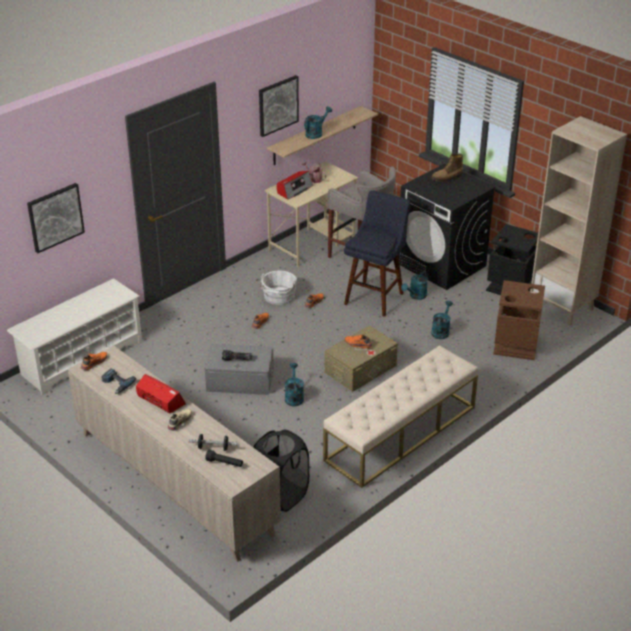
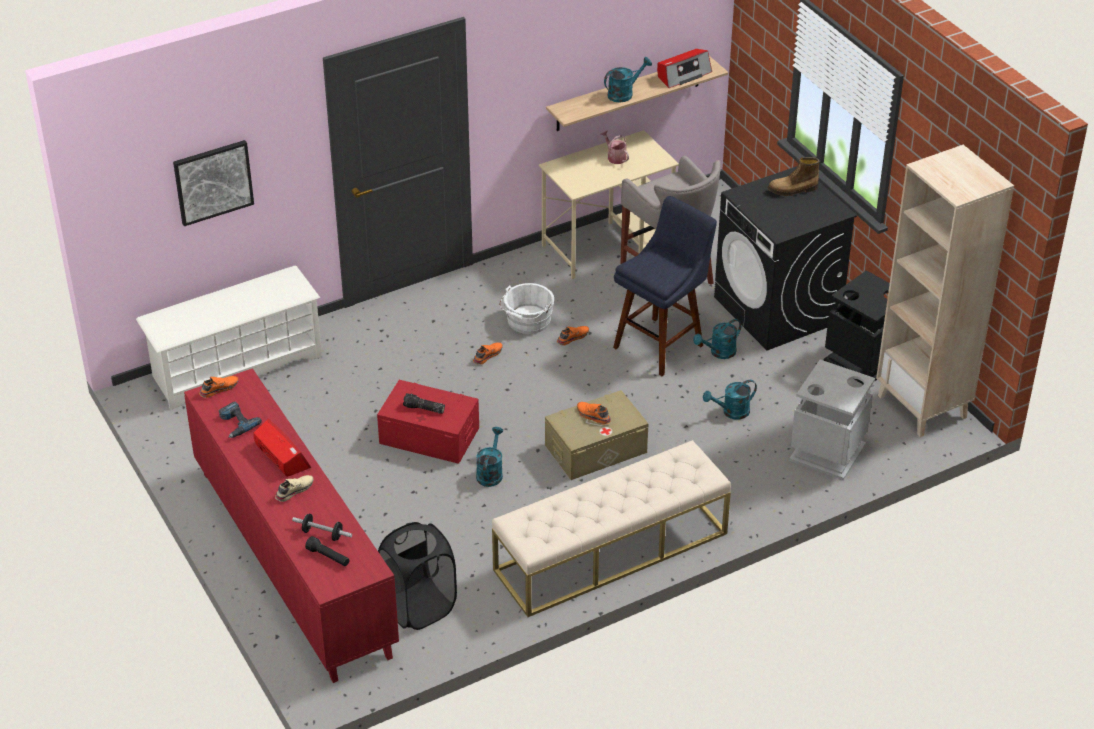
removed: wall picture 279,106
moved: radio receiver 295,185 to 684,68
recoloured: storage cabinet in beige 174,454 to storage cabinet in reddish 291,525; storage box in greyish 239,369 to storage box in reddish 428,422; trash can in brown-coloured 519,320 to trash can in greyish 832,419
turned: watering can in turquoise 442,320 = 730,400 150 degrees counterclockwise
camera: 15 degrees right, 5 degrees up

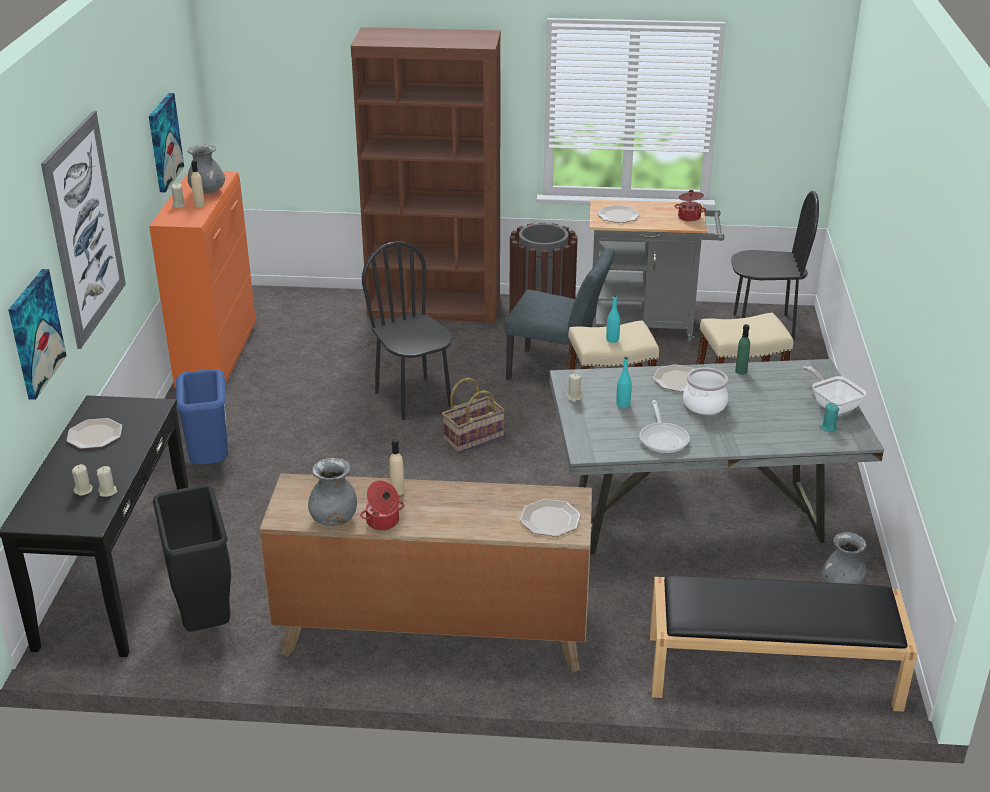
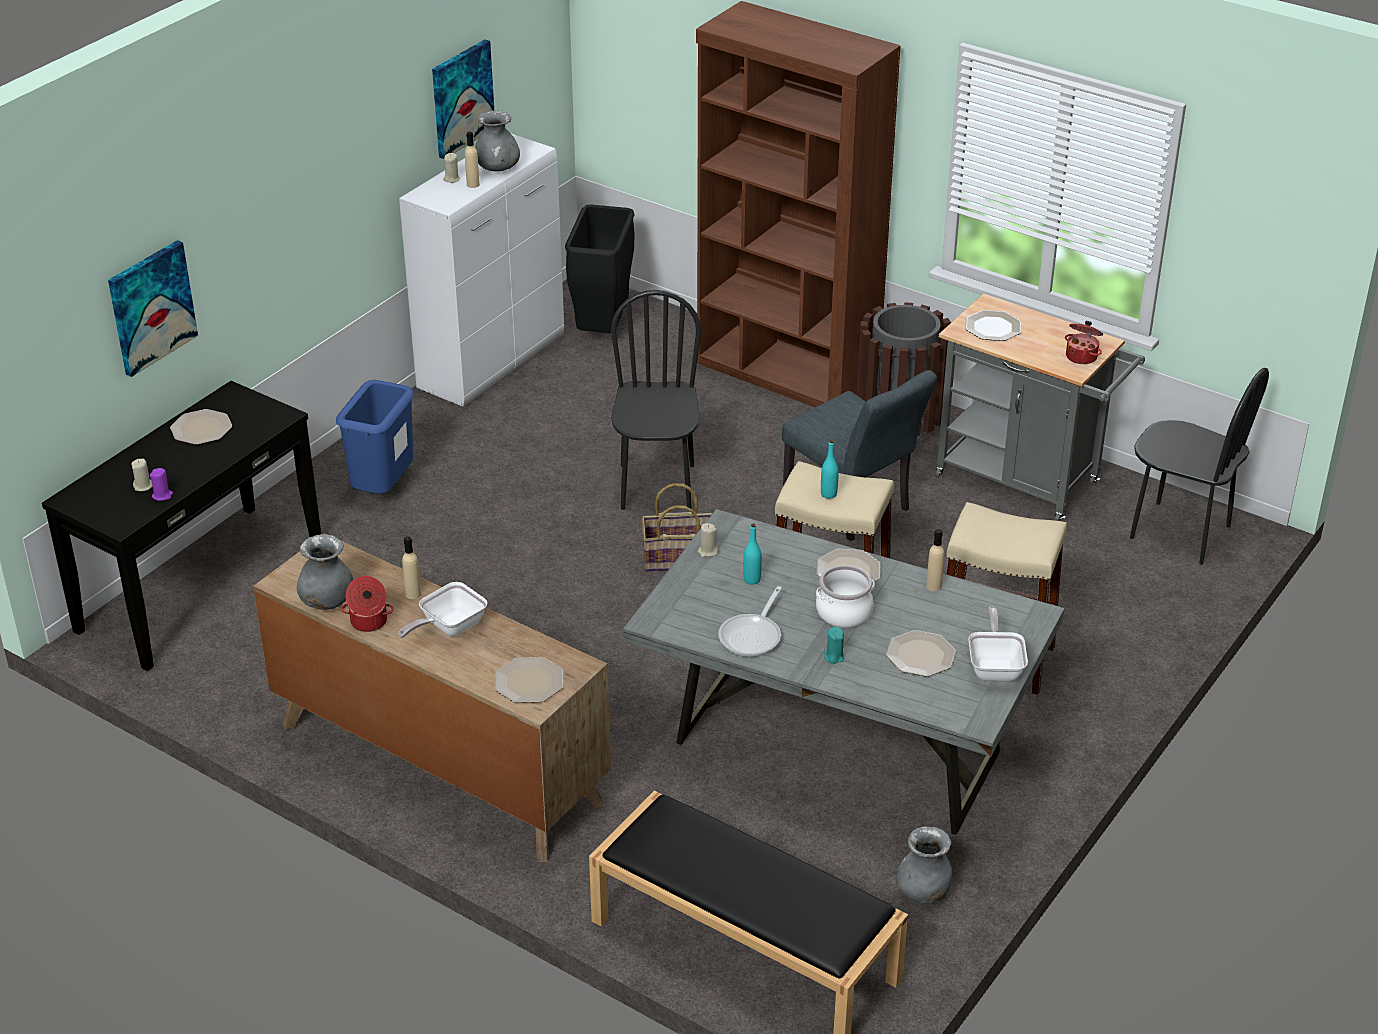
removed: wall picture 83,230
added: frying pan 443,610; dinner plate 921,653
moved: trash can in black-coloured 192,558 to 600,268; wax candle in turquoise 829,417 to 834,645
recoloured: wax candle in beige 107,481 to wax candle in purple 161,484; storage cabinet in orange-coloured 202,279 to storage cabinet in white 481,270; bottle in green 742,349 to bottle in beige 935,560
camera: 30 degrees right, 5 degrees up

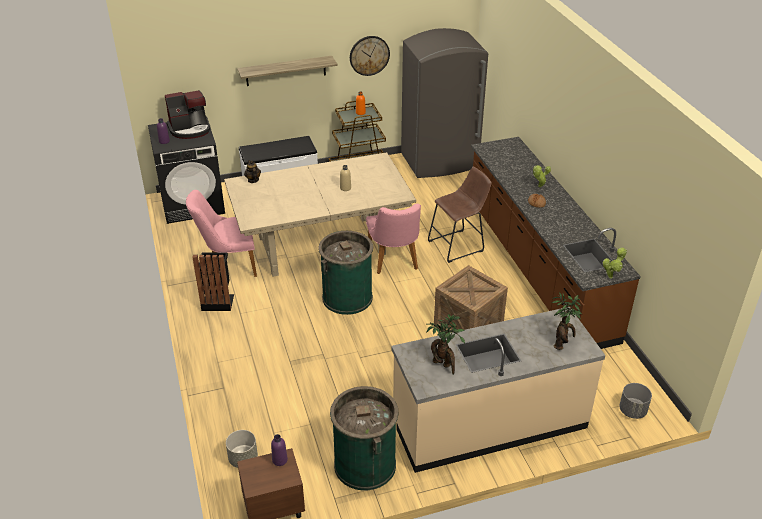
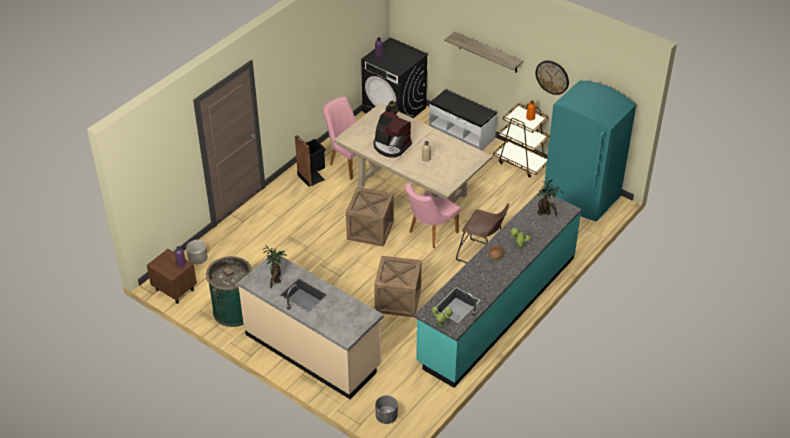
moved: coffee machine 187,114 to 392,134; plant in a pot 567,321 to 550,198
replaced: trash can in green 345,273 to crate 370,217
recoloured: counter in brown-coloured 556,243 to counter in turquoise 498,289; refrigerator in greyish 444,103 to refrigerator in turquoise 590,151
camera: 55 degrees right, 5 degrees up

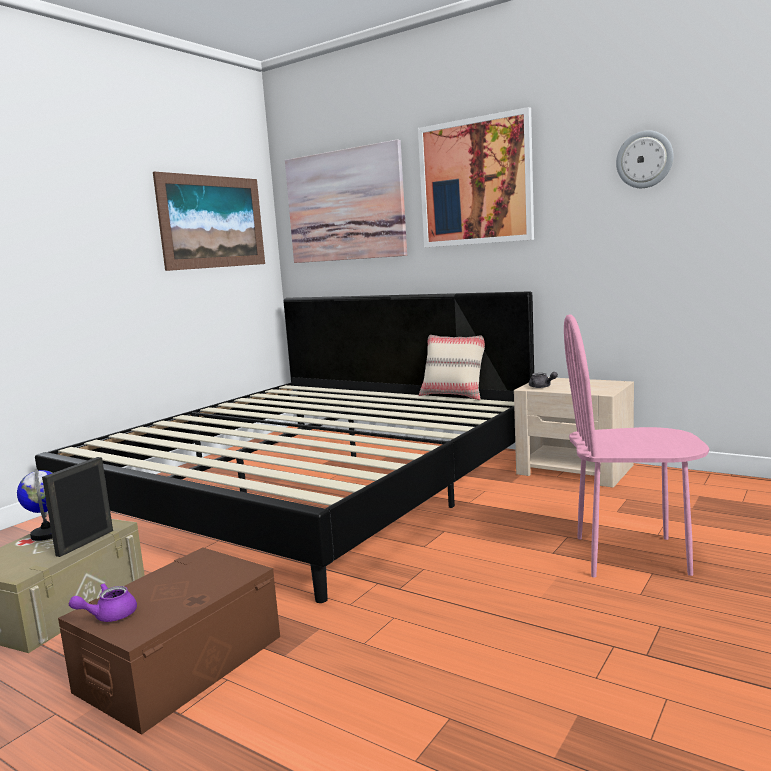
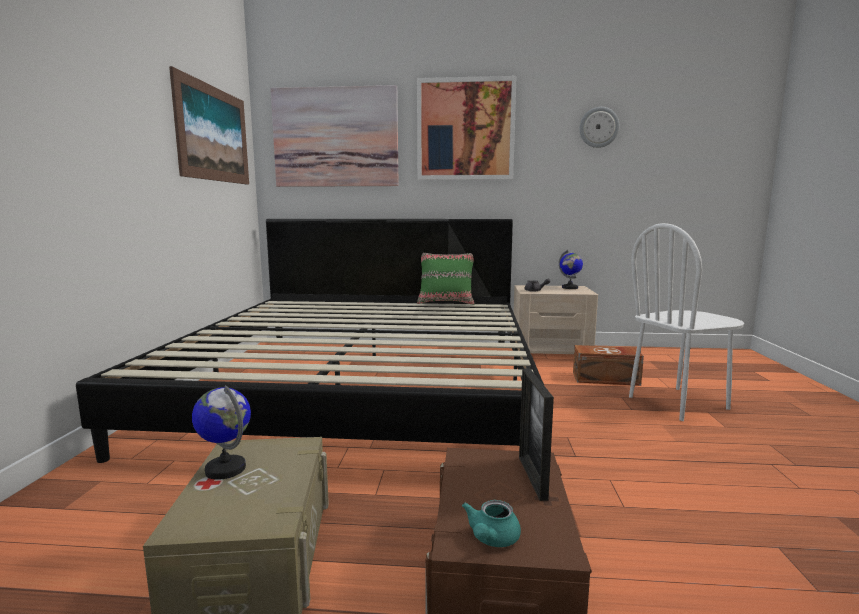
added: desk globe 571,269; storage box in brown-coloured 608,365
moved: photo frame 77,507 to 536,435
recoloured: cushion in beige 452,367 to cushion in green 446,279; pot for tea in purple 103,602 to pot for tea in turquoise 491,523; upright chair in pink 637,446 to upright chair in white 686,322
camera: 30 degrees left, 0 degrees up

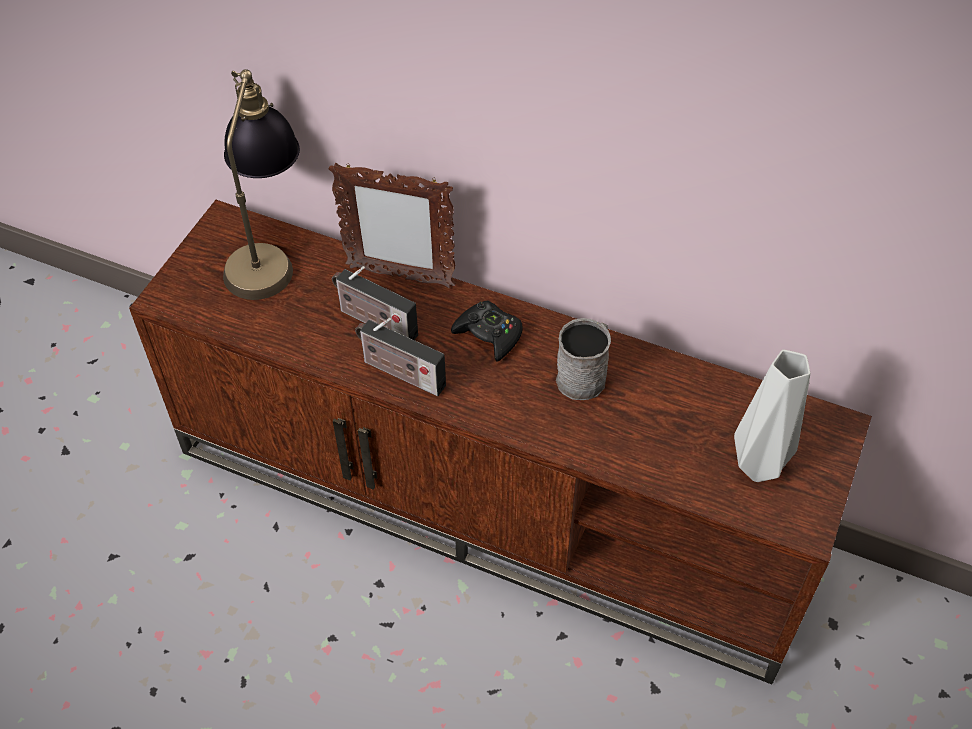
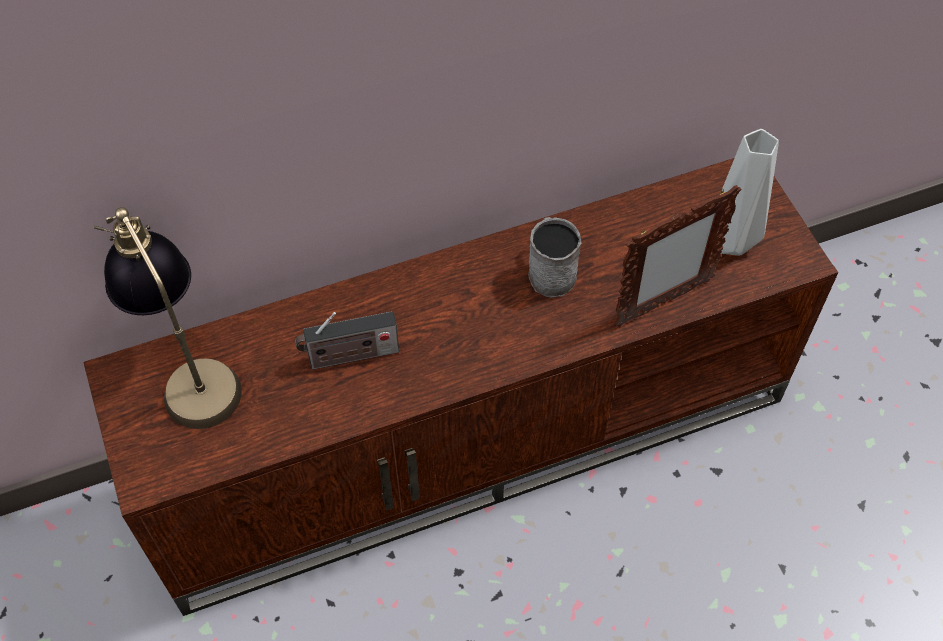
removed: radio receiver 400,357; joypad in black-coloured 486,331
moved: photo frame 392,225 to 677,256
camera: 45 degrees left, 5 degrees up

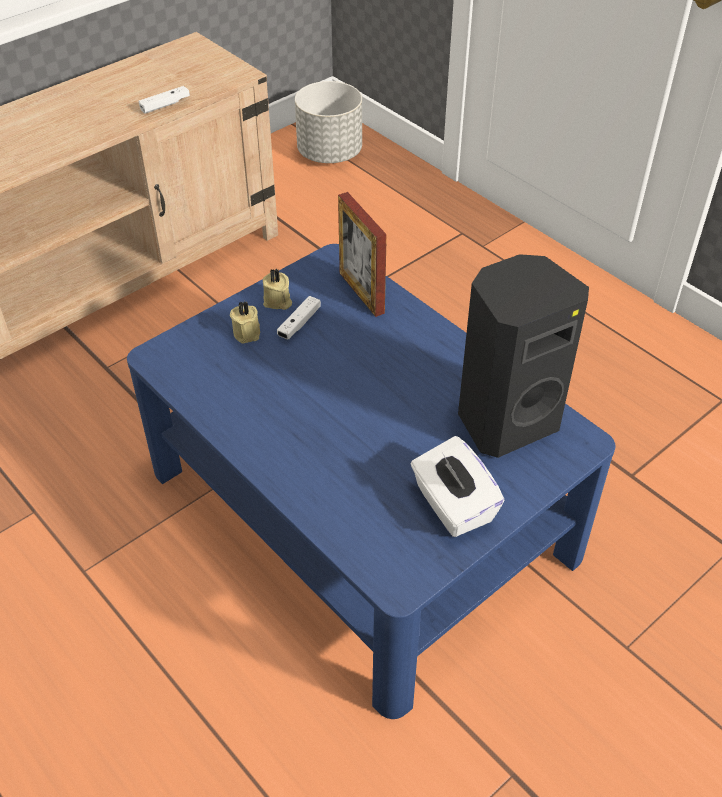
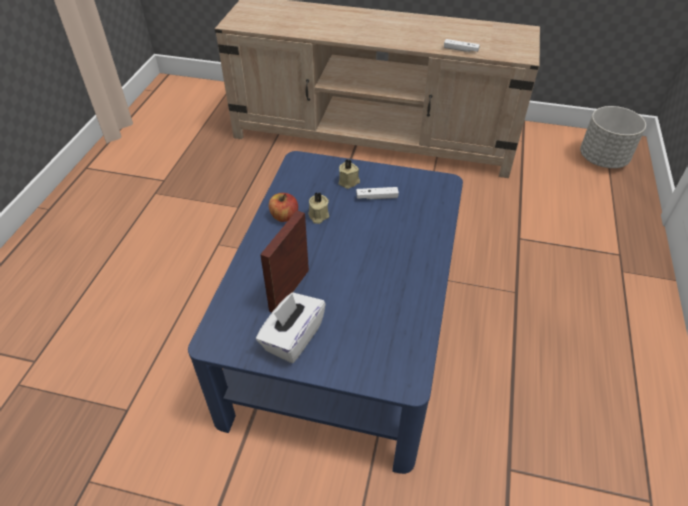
removed: audio speaker in black-coloured 523,356
added: apple fruit 283,207
moved: photo frame 362,254 to 284,261; wax candle in beige 277,289 to 318,208
camera: 55 degrees right, 0 degrees up

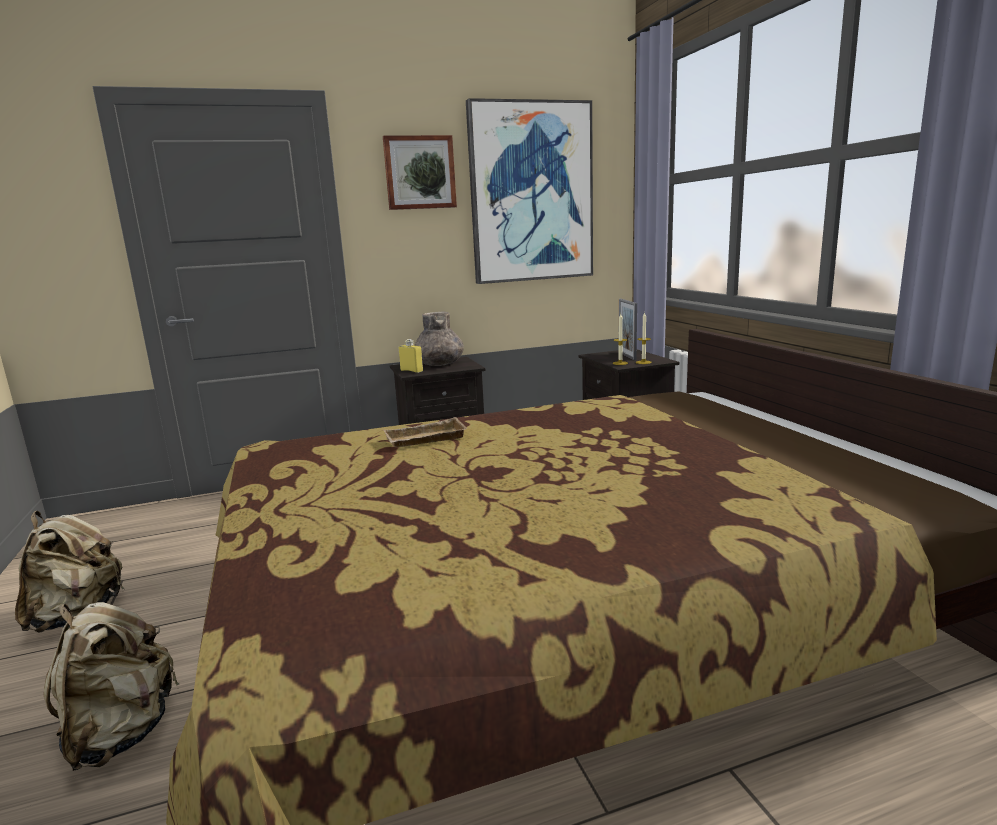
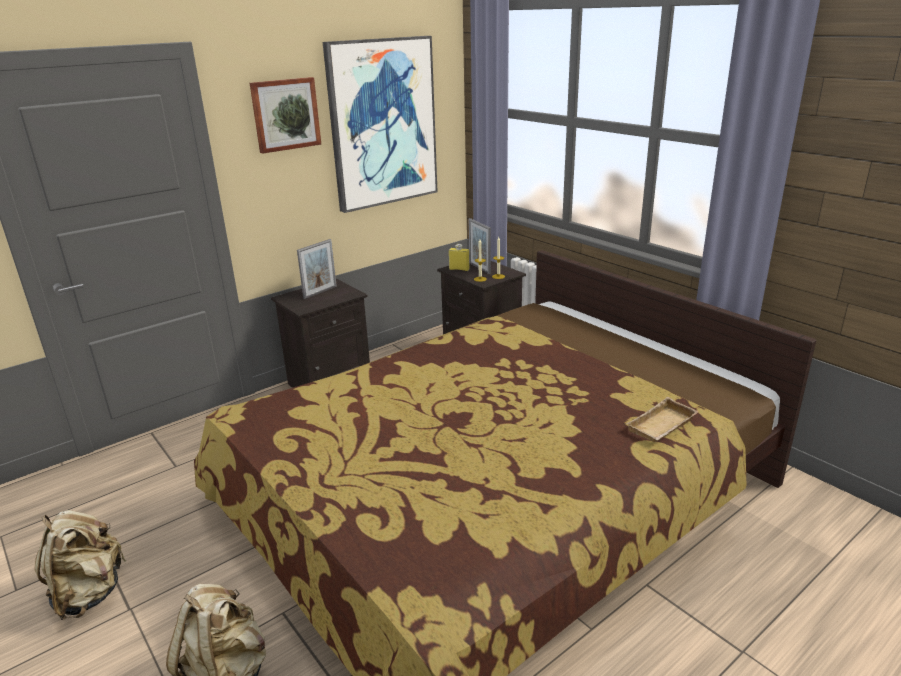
moved: bottle in yellowish 411,356 to 459,257; tray in beige 426,432 to 662,419
replaced: decorative vase in greyish 439,338 to photo frame 317,269
camera: 20 degrees left, 10 degrees up

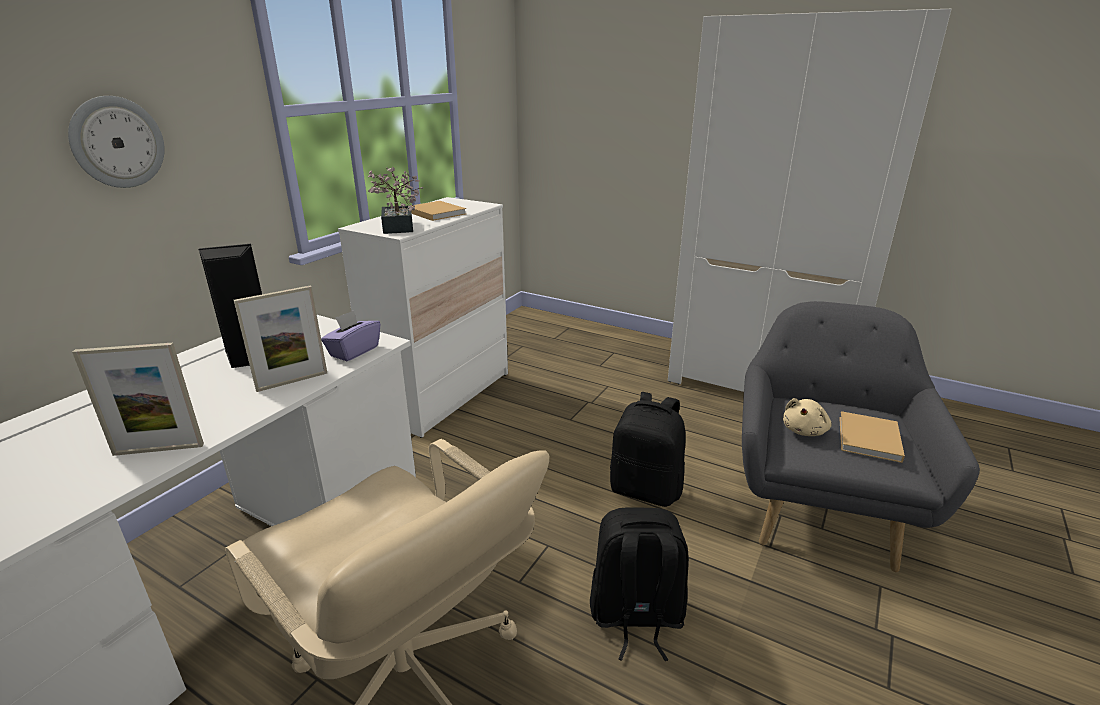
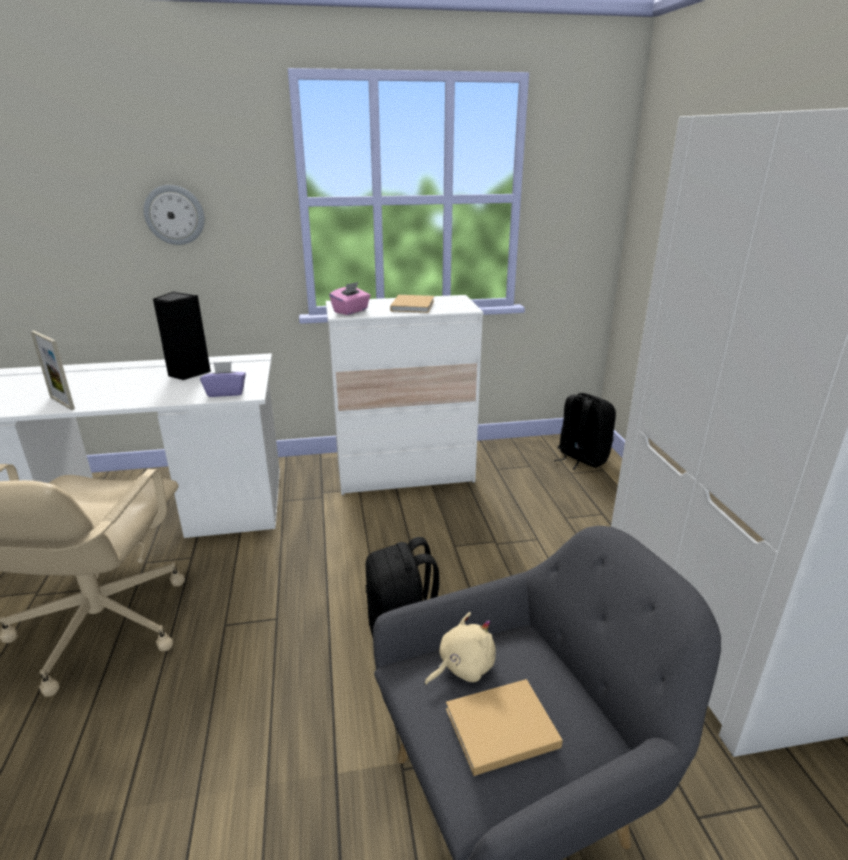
removed: photo frame 281,339
moved: rucksack in black-coloured 639,584 to 585,431
replaced: plant in a pot 395,200 to tissue box in pink 350,298
turned: cuddly toy in beige 807,417 = 460,648 150 degrees clockwise
camera: 50 degrees right, 0 degrees up

